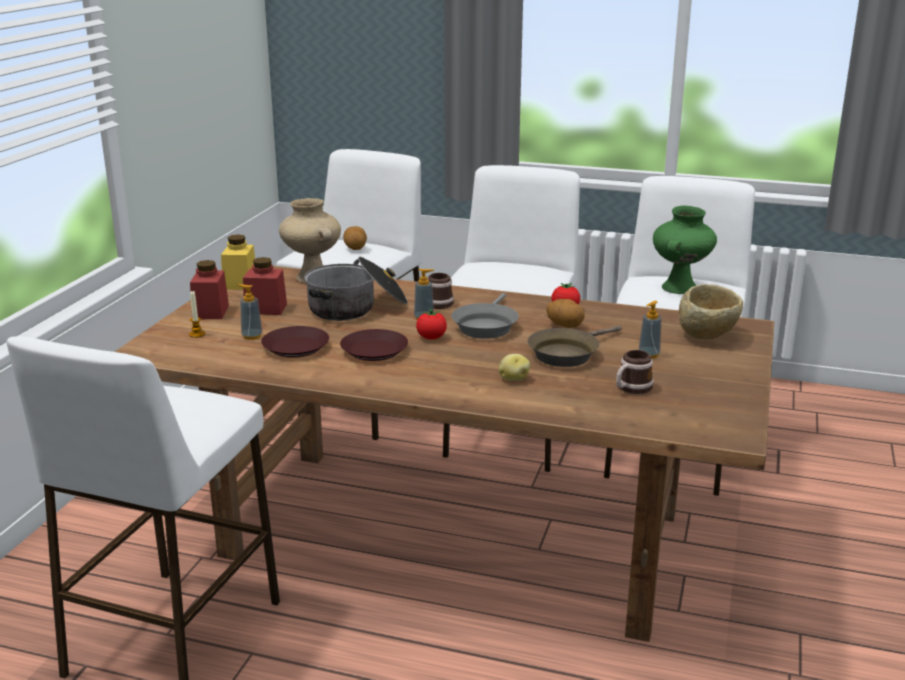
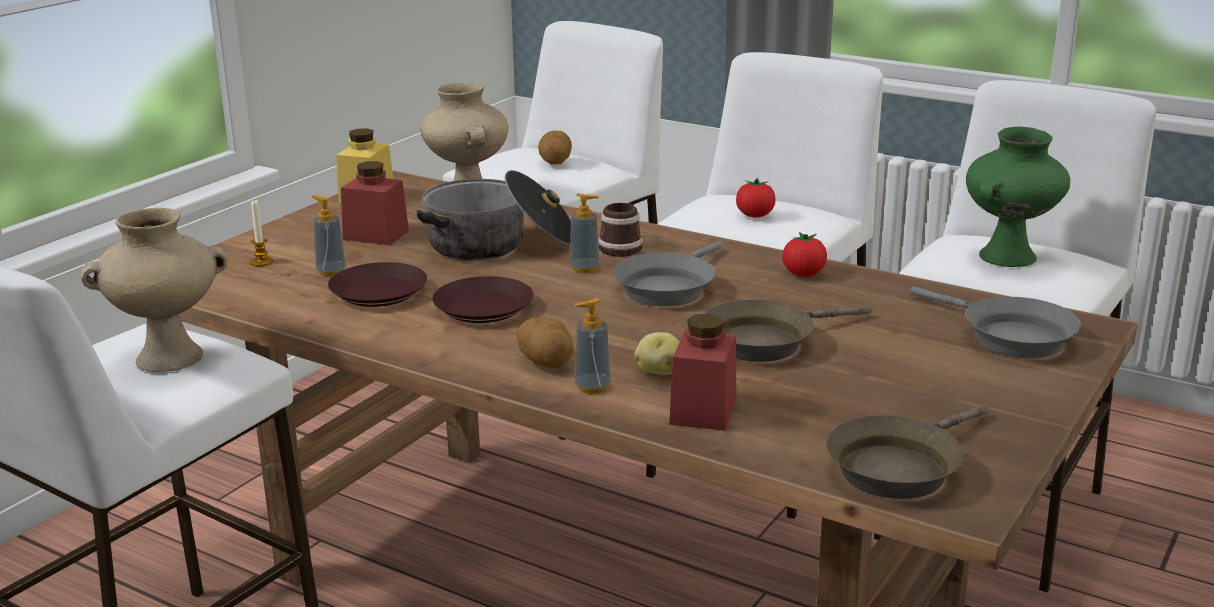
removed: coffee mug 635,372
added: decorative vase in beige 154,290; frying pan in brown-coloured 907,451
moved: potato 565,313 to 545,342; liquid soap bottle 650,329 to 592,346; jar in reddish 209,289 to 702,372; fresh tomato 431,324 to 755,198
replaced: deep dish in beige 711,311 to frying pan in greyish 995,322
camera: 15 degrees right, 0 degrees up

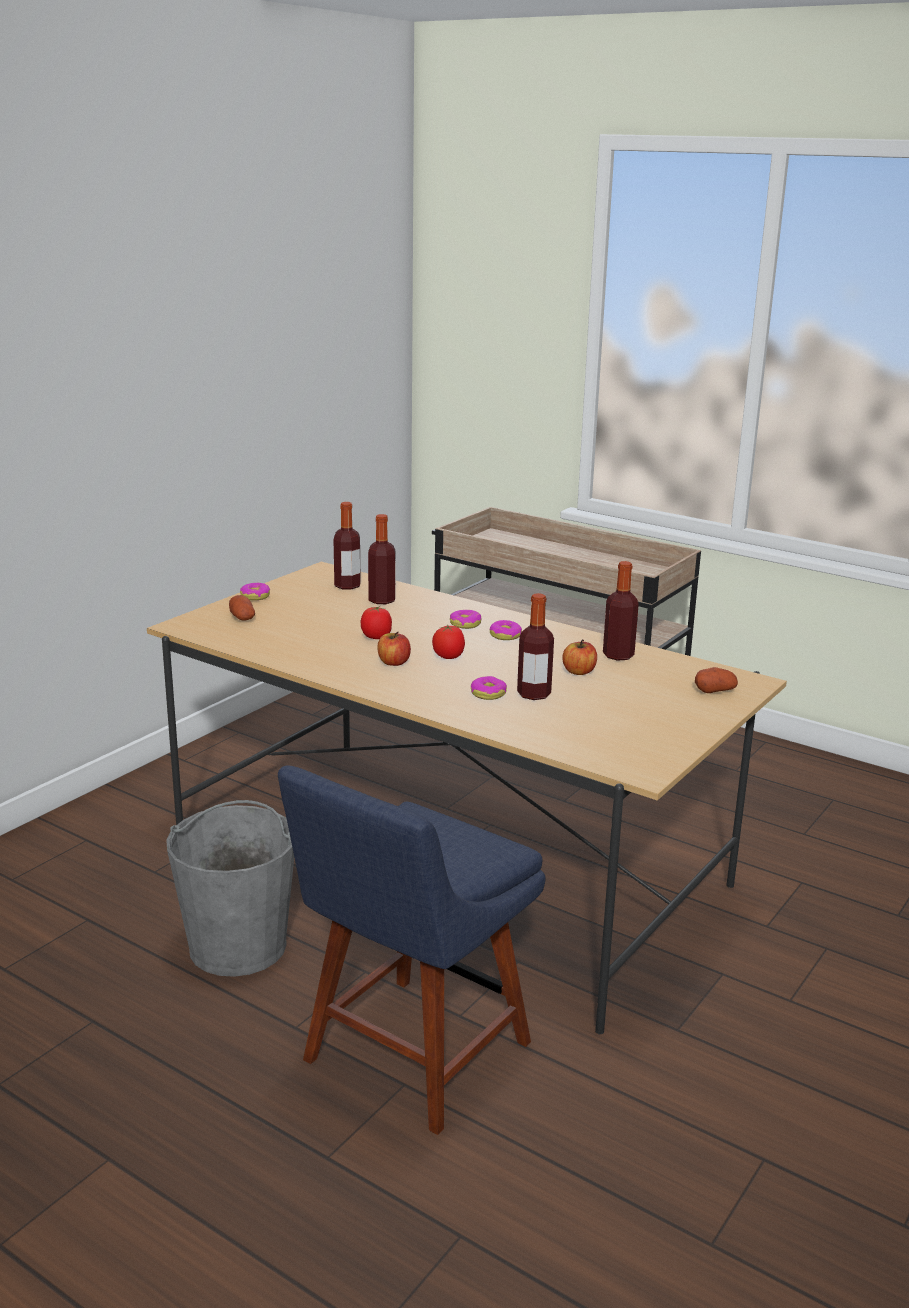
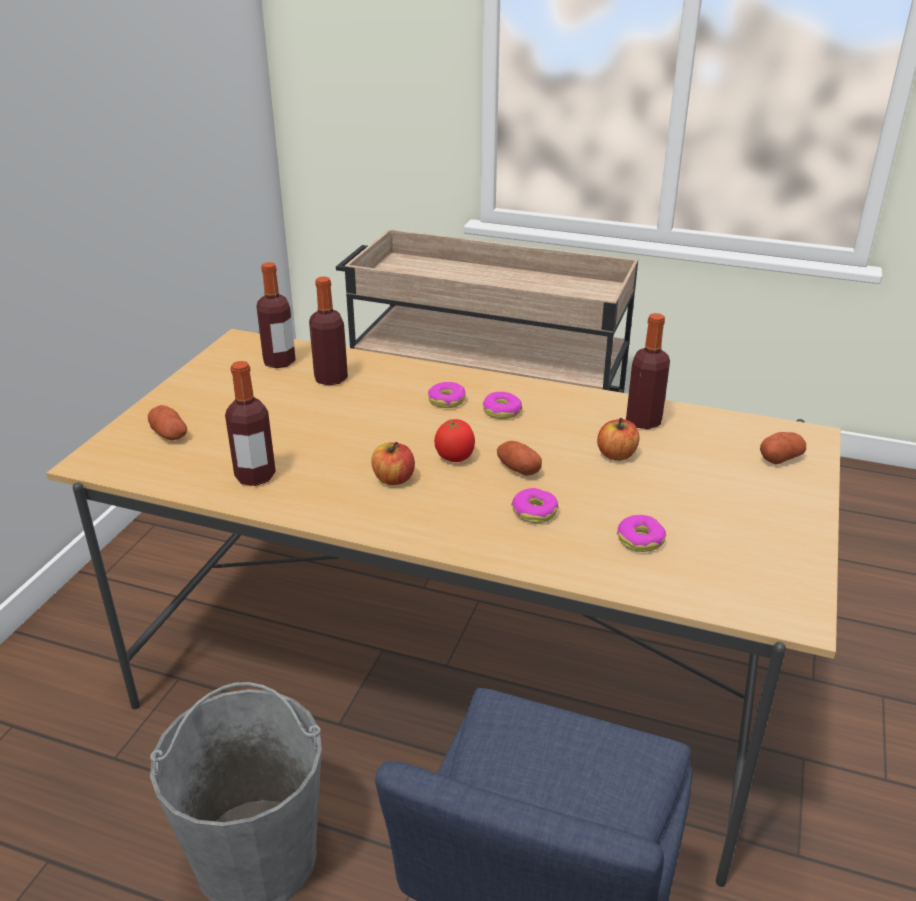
removed: fresh tomato 376,622
added: potato 519,458
moved: bottle 535,646 to 250,423; donut 255,591 to 641,533
camera: 15 degrees left, 10 degrees up

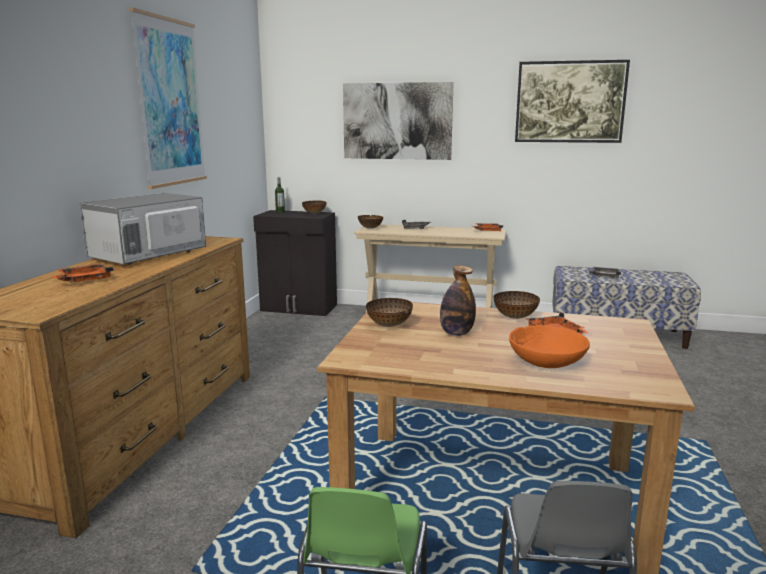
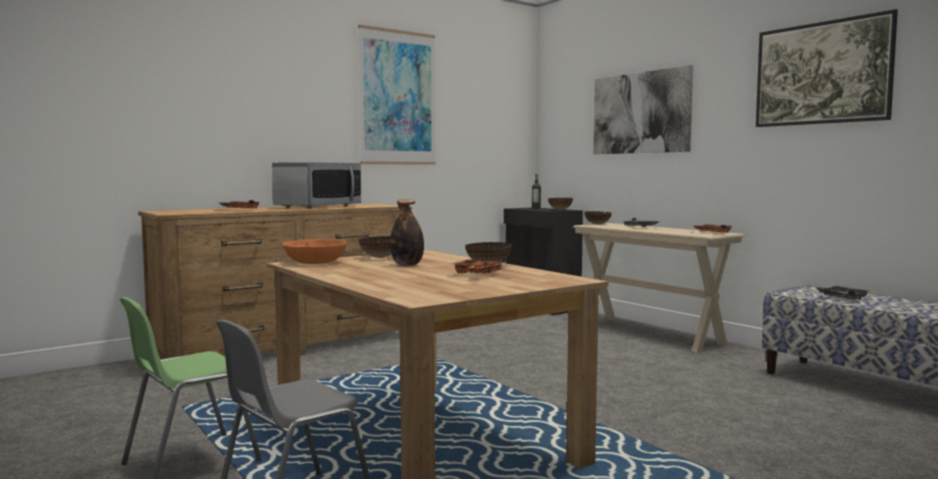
moved: deep dish in orange-coloured 549,346 to 314,251
turned: kitchen microwave 142,229 = 316,185 135 degrees clockwise
camera: 40 degrees right, 10 degrees down

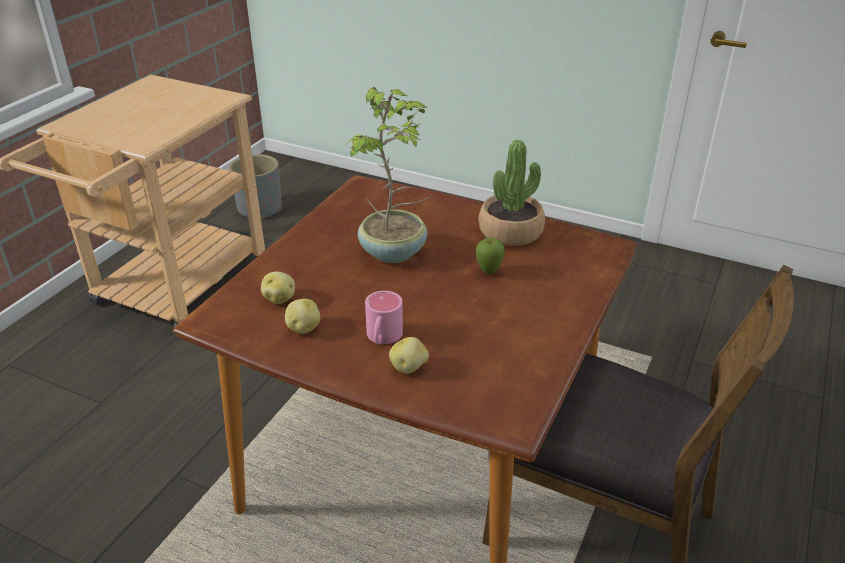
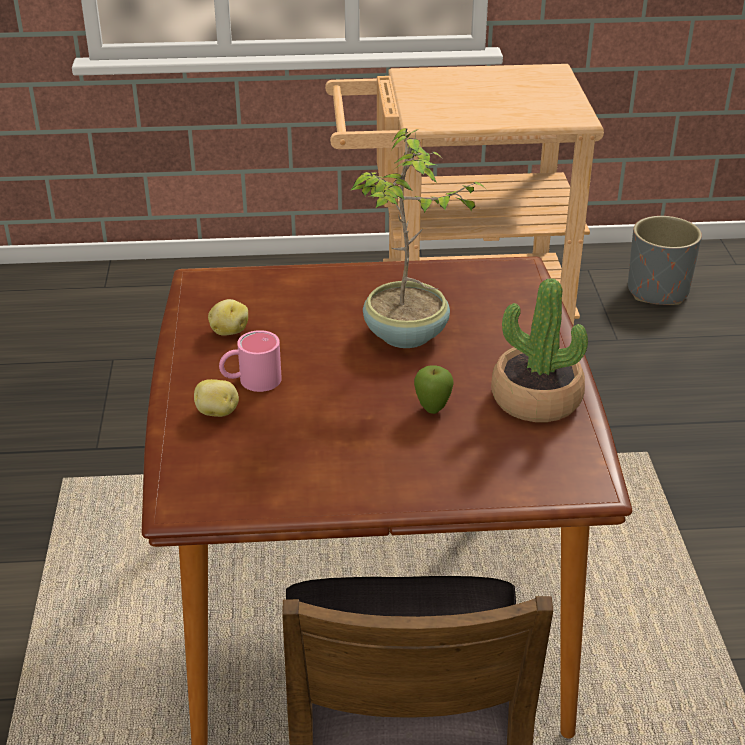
removed: potato 278,287
camera: 60 degrees right, 0 degrees up

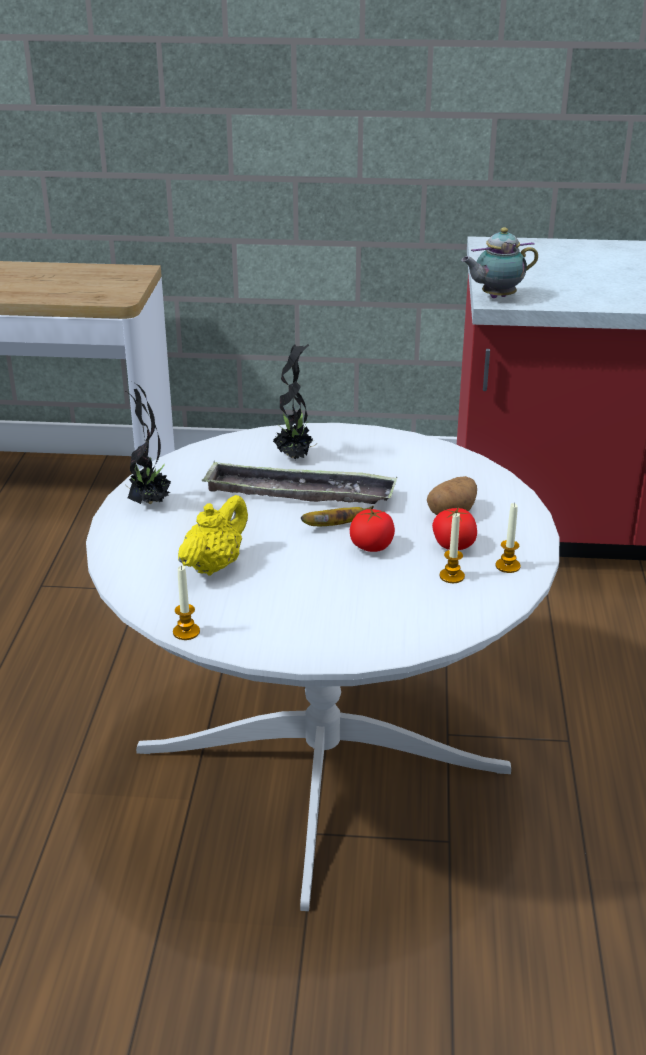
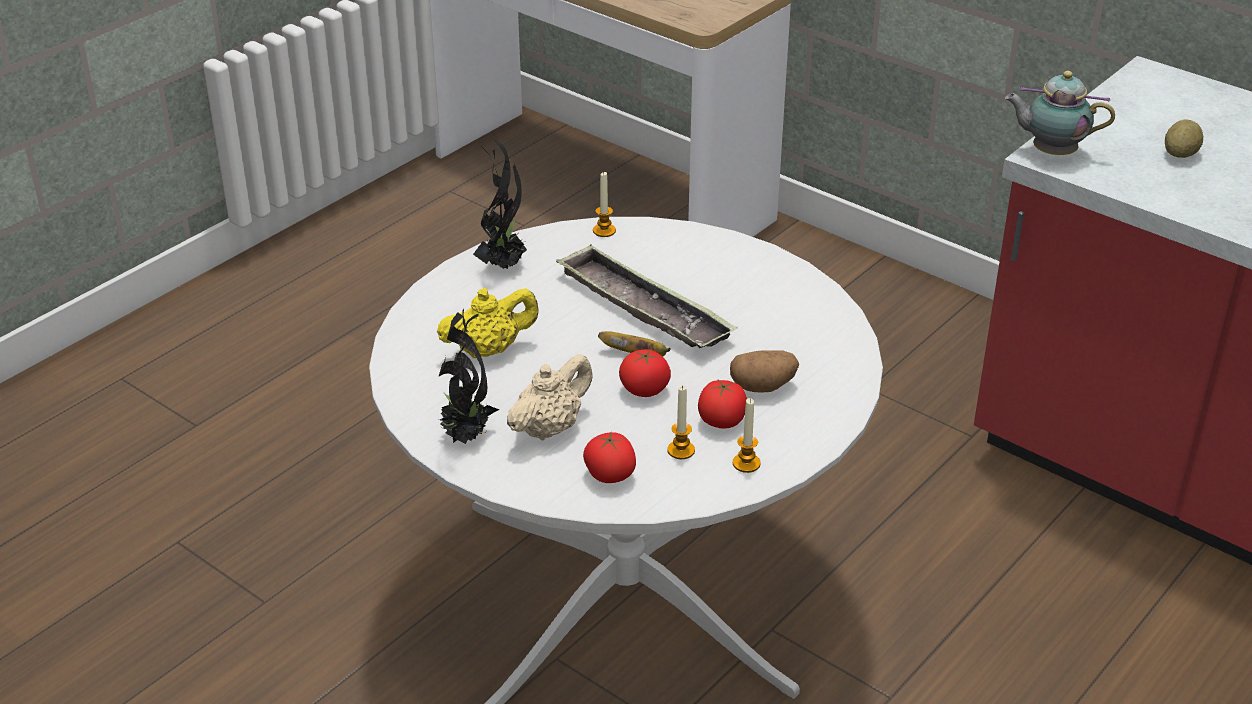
added: pot for tea in beige 550,397; fresh tomato 609,457; potato 1184,139
moved: plant in a pot 294,402 to 469,376; wax candle 186,602 to 604,204
camera: 35 degrees right, 5 degrees up

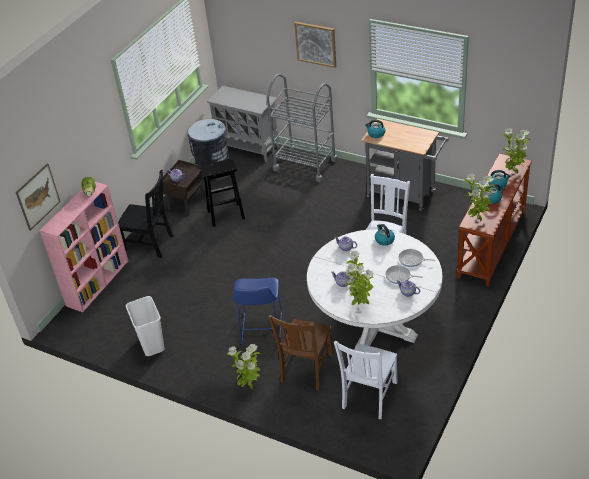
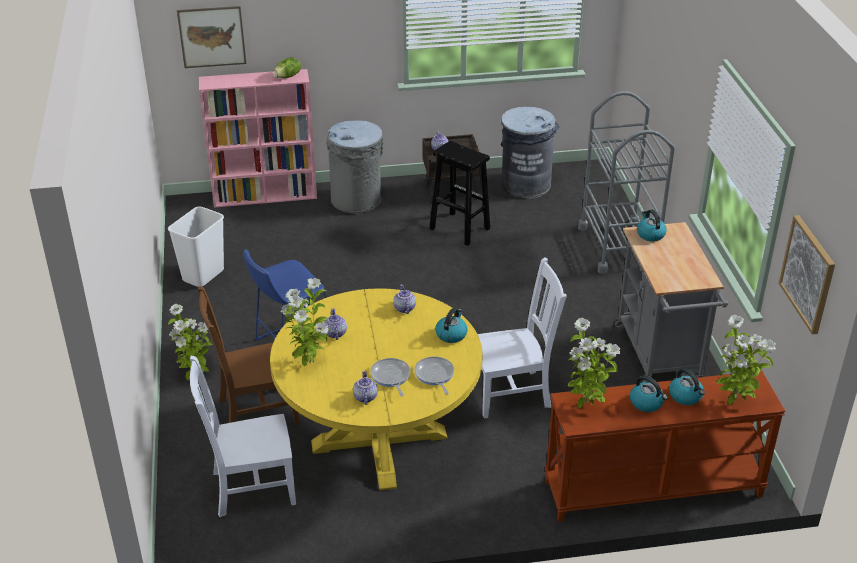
removed: storage cabinet in greyish 243,124
moved: wall picture 315,45 to 807,275
replaced: upright chair in black-coloured 146,214 to trash can in greyish 354,166
recoloured: kitchen table in white 374,289 to kitchen table in yellowish 376,389
camera: 50 degrees right, 5 degrees down

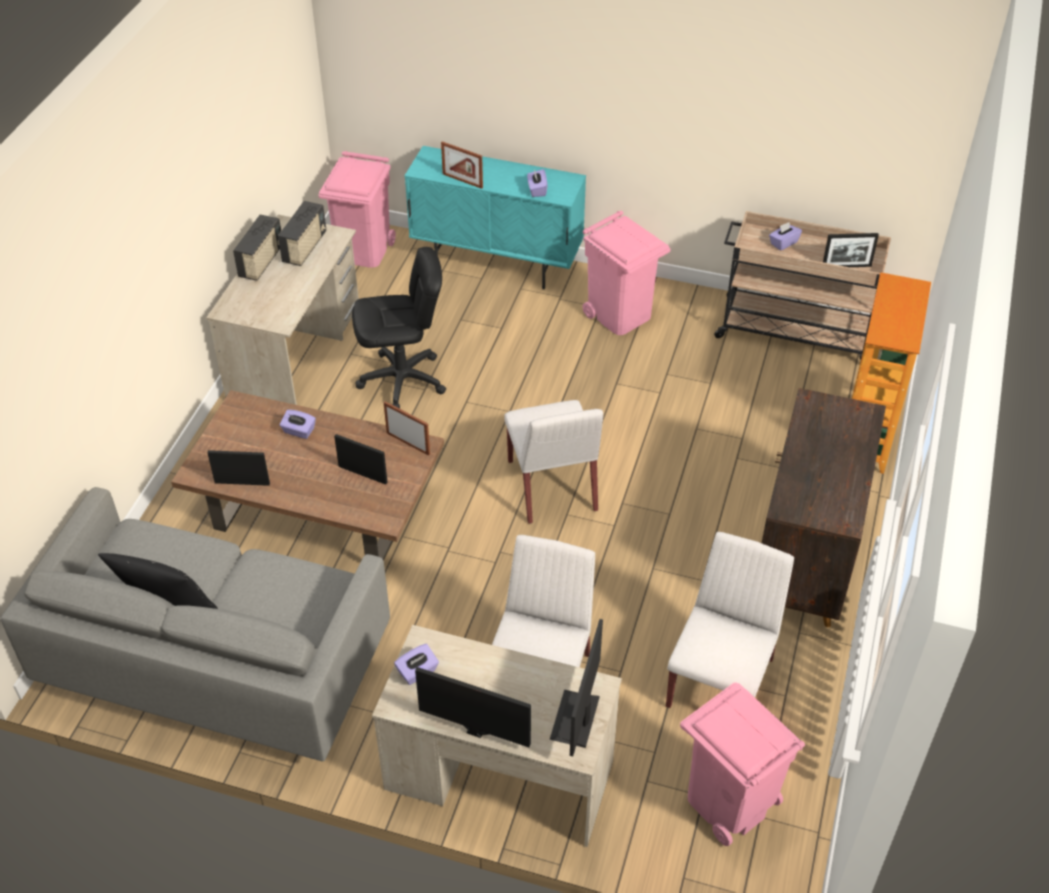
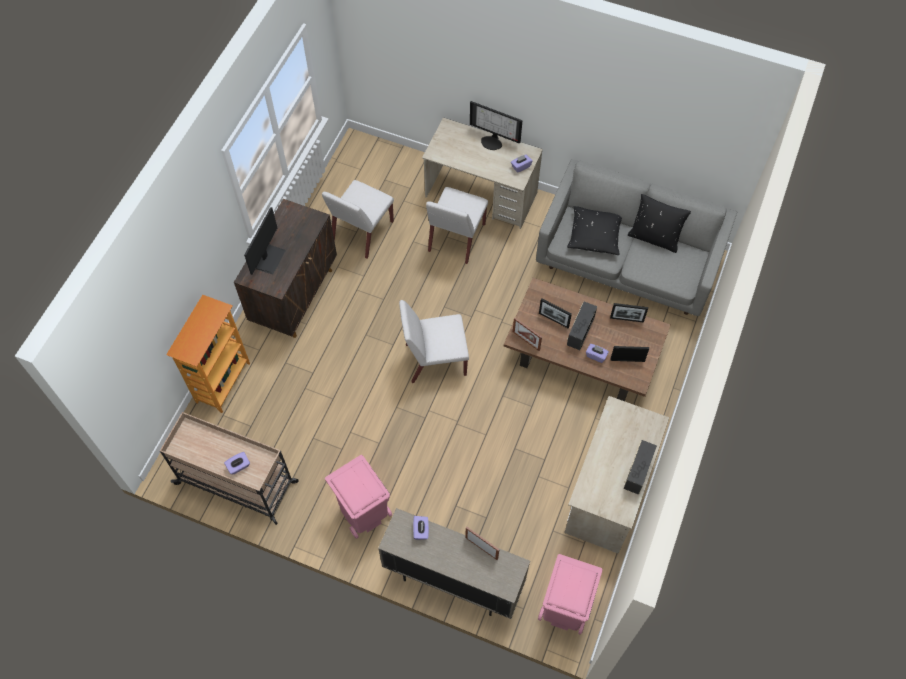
removed: desk chair in black-coloured 399,328; trash can in pink 742,764
added: cushion in black-coloured 594,230
moved: monitor 576,687 to 265,241; radio receiver 302,233 to 582,326; photo frame 851,250 to 629,354
recoloured: storage cabinet in turquoise 495,218 to storage cabinet in beige 454,563
turned: upright chair in white 553,462 = 434,341 90 degrees counterclockwise
camera: 175 degrees left, 15 degrees up

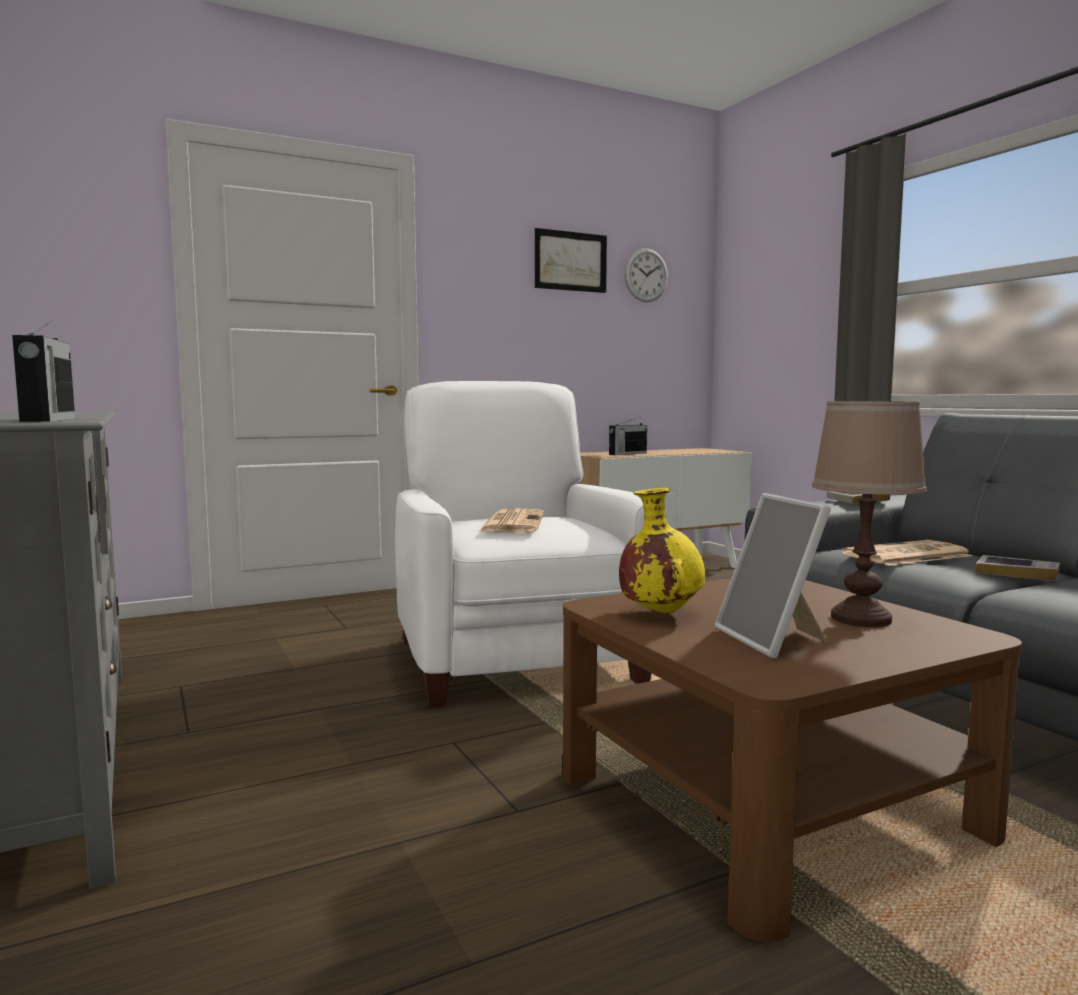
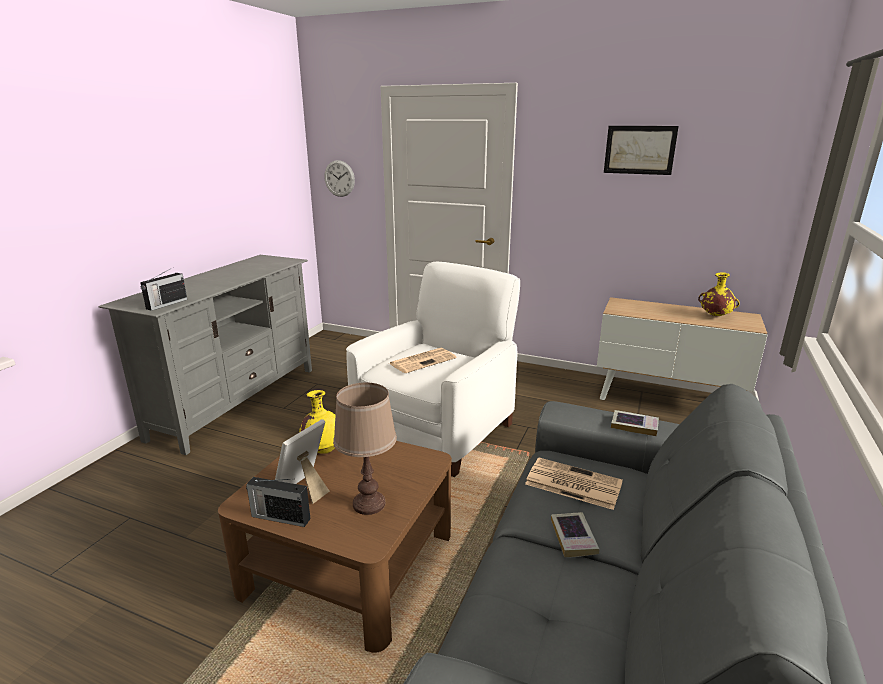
added: decorative vase in yellowish 719,294
moved: radio receiver 628,436 to 278,502; clock on the wall 646,275 to 339,178
camera: 50 degrees right, 15 degrees up

